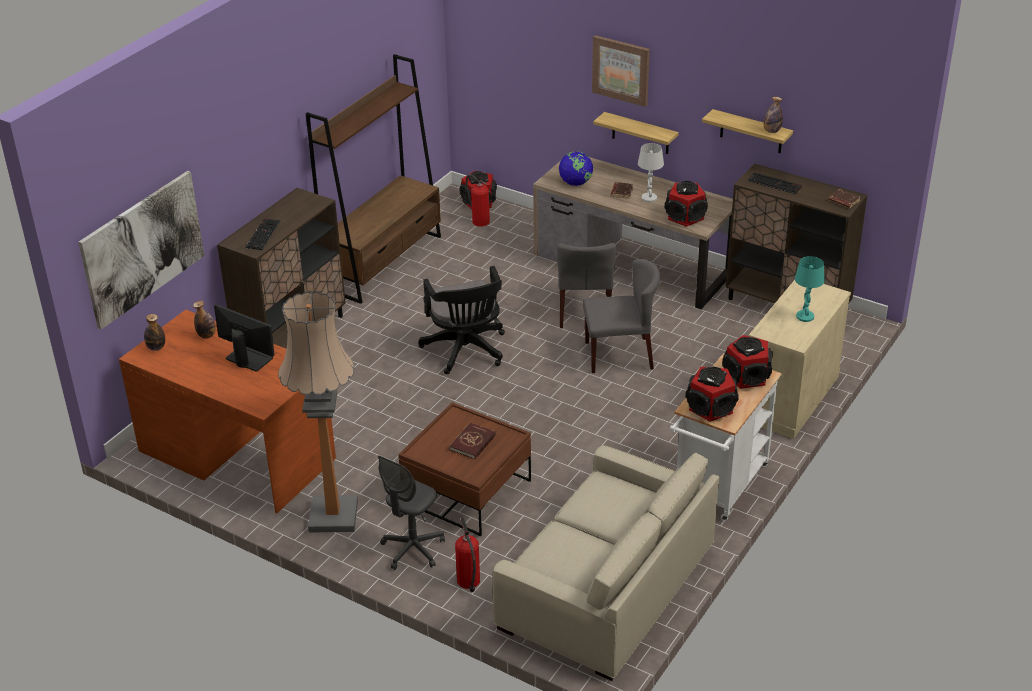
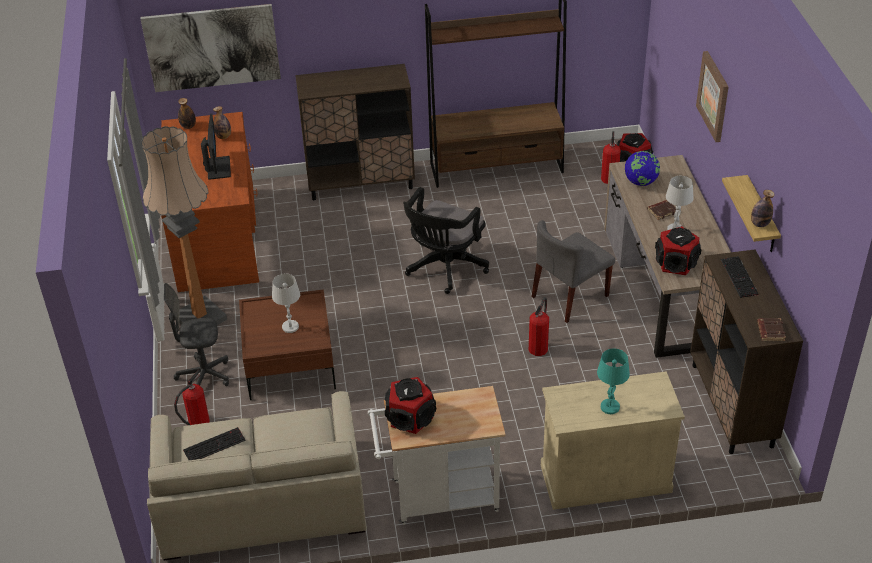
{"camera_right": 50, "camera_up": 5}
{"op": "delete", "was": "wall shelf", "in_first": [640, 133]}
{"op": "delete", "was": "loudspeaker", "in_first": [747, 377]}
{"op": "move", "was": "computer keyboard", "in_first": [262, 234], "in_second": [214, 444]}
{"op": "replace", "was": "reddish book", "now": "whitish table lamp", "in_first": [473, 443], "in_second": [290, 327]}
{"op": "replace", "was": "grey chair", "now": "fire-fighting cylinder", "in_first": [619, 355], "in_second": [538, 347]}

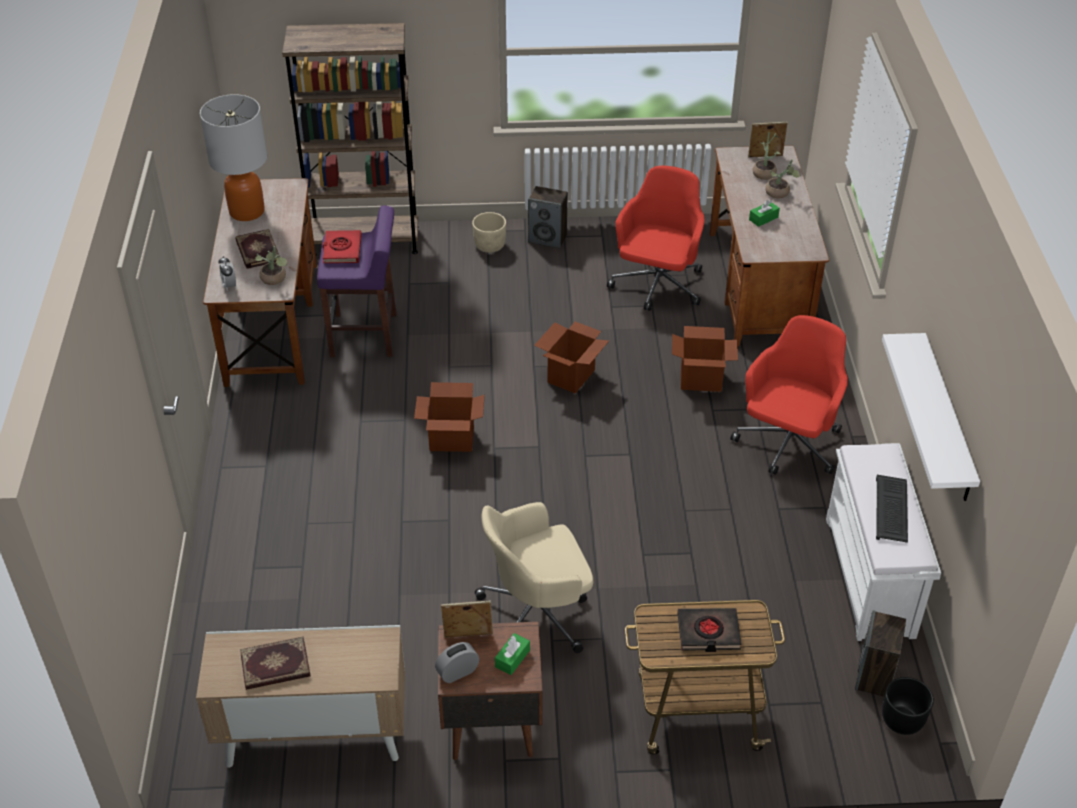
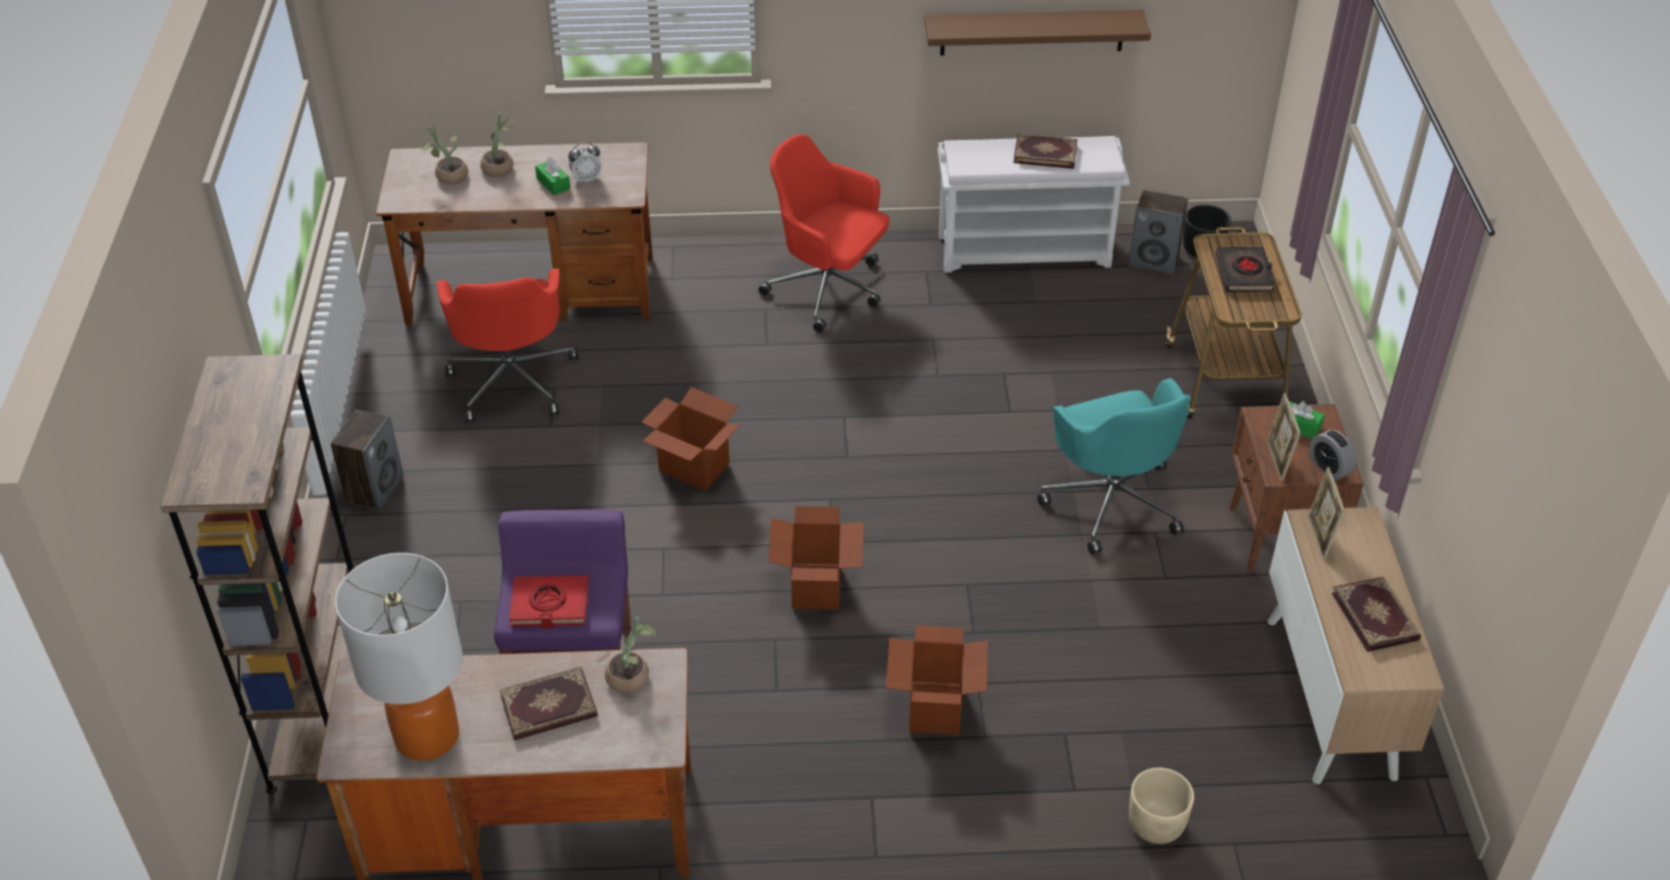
{"camera_right": -90, "camera_up": 0}
{"op": "move", "was": "bedside clock", "in_first": [229, 285], "in_second": [586, 178]}
{"op": "move", "was": "sand-coloured plant pot", "in_first": [490, 246], "in_second": [1156, 824]}
{"op": "move", "was": "packing box", "in_first": [701, 379], "in_second": [935, 708]}
{"op": "move", "was": "photo frame", "in_first": [765, 157], "in_second": [1319, 538]}
{"op": "replace", "was": "computer keyboard", "now": "book", "in_first": [892, 511], "in_second": [1045, 153]}
{"op": "recolor", "was": "sand-coloured computer chair", "now": "turquoise-coloured computer chair", "in_first": [537, 613], "in_second": [1111, 501]}
{"op": "recolor", "was": "whitish wall shelf", "now": "brown wall shelf", "in_first": [947, 419], "in_second": [1032, 32]}
{"op": "rotate", "was": "reddish computer chair", "in_first": [657, 286], "in_second": [513, 380], "clockwise": -120}

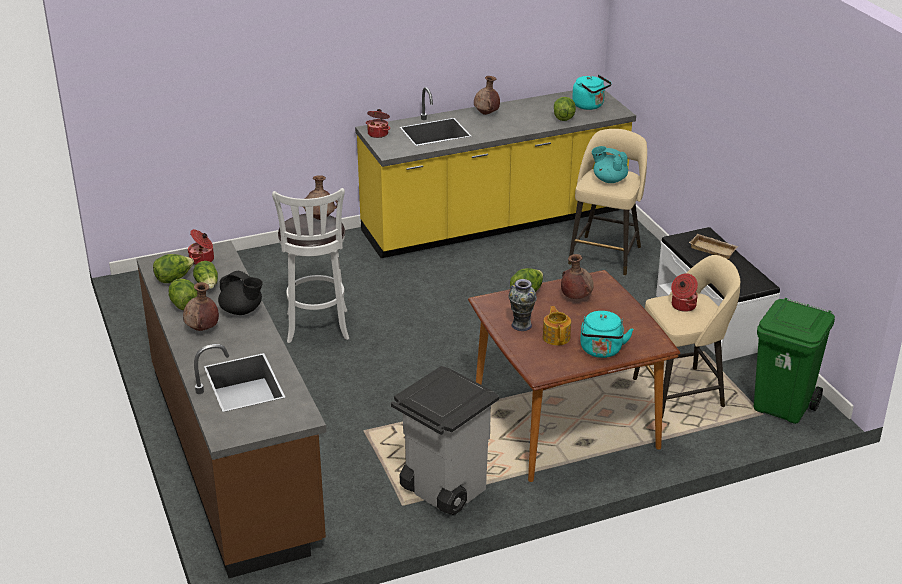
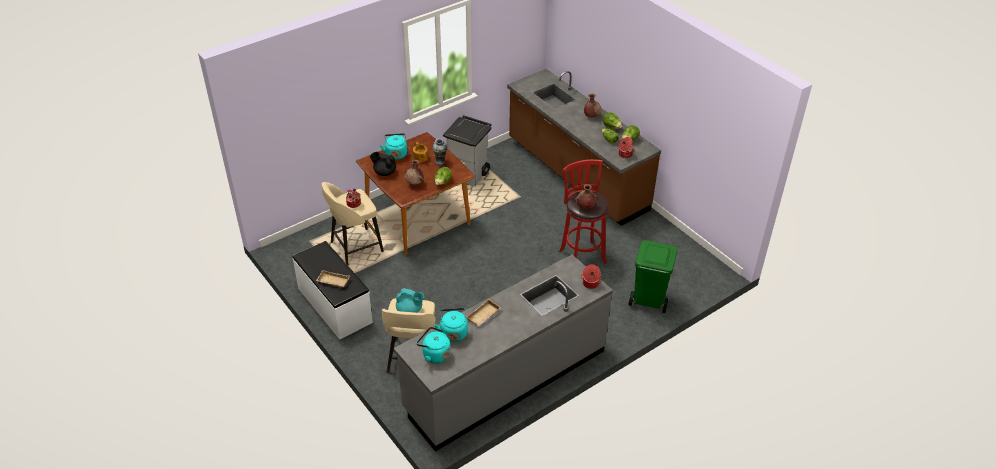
{"camera_right": 165, "camera_up": 10}
{"op": "delete", "was": "brown flower vase", "in_first": [486, 113]}
{"op": "insert", "now": "sand-coloured carrying tray", "in_second": [484, 316]}
{"op": "move", "was": "black-coloured teapot", "in_first": [242, 310], "in_second": [384, 172]}
{"op": "move", "was": "greenish trash can", "in_first": [783, 407], "in_second": [648, 300]}
{"op": "replace", "was": "head of lettuce", "now": "turquoise-coloured water kettle", "in_first": [564, 117], "in_second": [453, 332]}
{"op": "recolor", "was": "whitish stool seat", "now": "reddish stool seat", "in_first": [317, 328], "in_second": [581, 255]}
{"op": "recolor", "was": "yellowish kitchen base unit", "now": "grey kitchen base unit", "in_first": [494, 223], "in_second": [505, 379]}

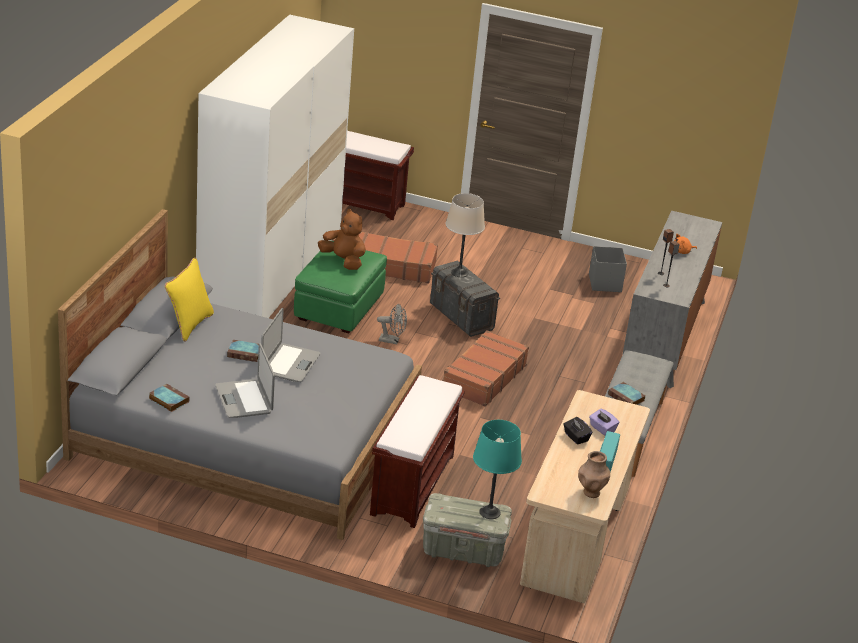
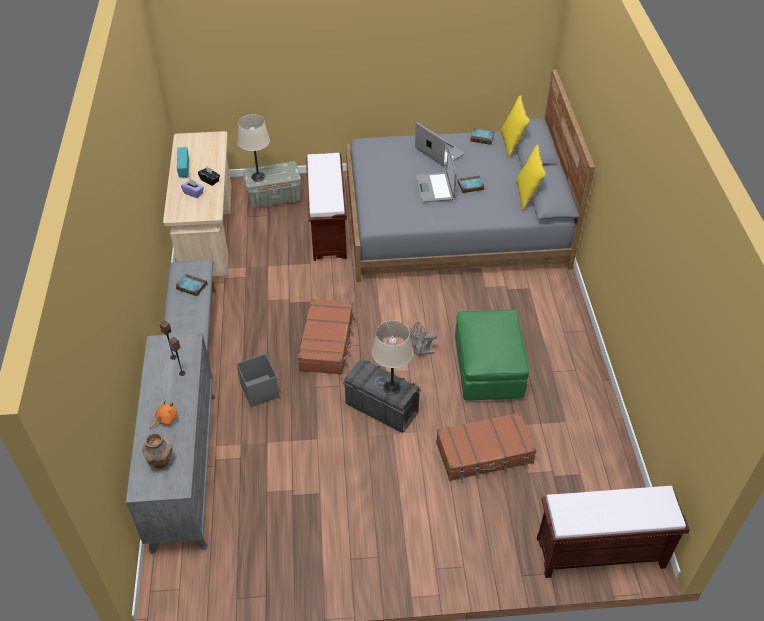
{"camera_right": 160, "camera_up": 15}
{"op": "delete", "was": "whitish armoire", "in_first": [271, 271]}
{"op": "delete", "was": "brown plush toy", "in_first": [343, 261]}
{"op": "insert", "now": "yellowish cushion", "in_second": [512, 144]}
{"op": "move", "was": "brown flower vase", "in_first": [591, 492], "in_second": [161, 462]}
{"op": "move", "was": "grey storage box", "in_first": [604, 283], "in_second": [260, 390]}
{"op": "recolor", "was": "turquoise-coloured table lamp", "now": "sand-coloured table lamp", "in_first": [489, 512], "in_second": [258, 177]}

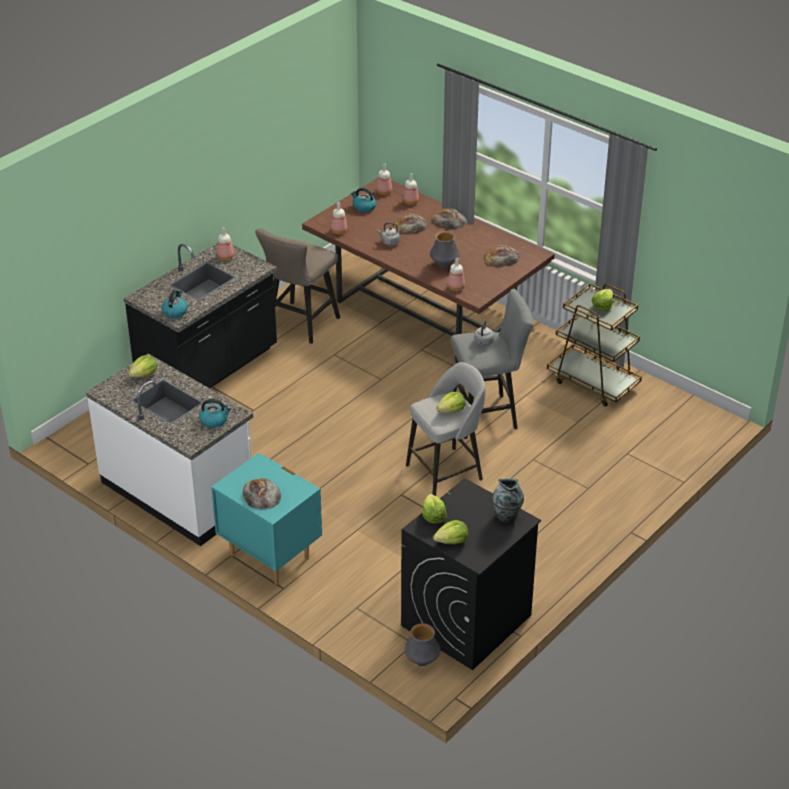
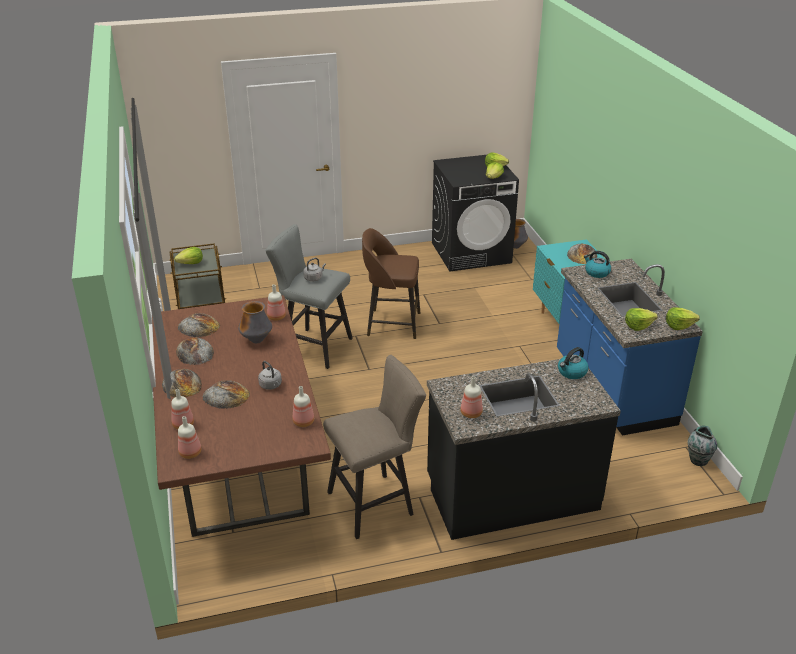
{"camera_right": -145, "camera_up": -5}
{"op": "delete", "was": "water kettle", "in_first": [364, 207]}
{"op": "insert", "now": "baked bread", "in_second": [194, 352]}
{"op": "move", "was": "head of lettuce", "in_first": [451, 410], "in_second": [679, 325]}
{"op": "move", "was": "flower vase", "in_first": [507, 516], "in_second": [698, 460]}
{"op": "recolor", "was": "whitish kitchen base unit", "now": "bluish kitchen base unit", "in_first": [178, 493], "in_second": [612, 389]}
{"op": "recolor", "was": "grey stool seat", "now": "brown stool seat", "in_first": [446, 472], "in_second": [391, 324]}

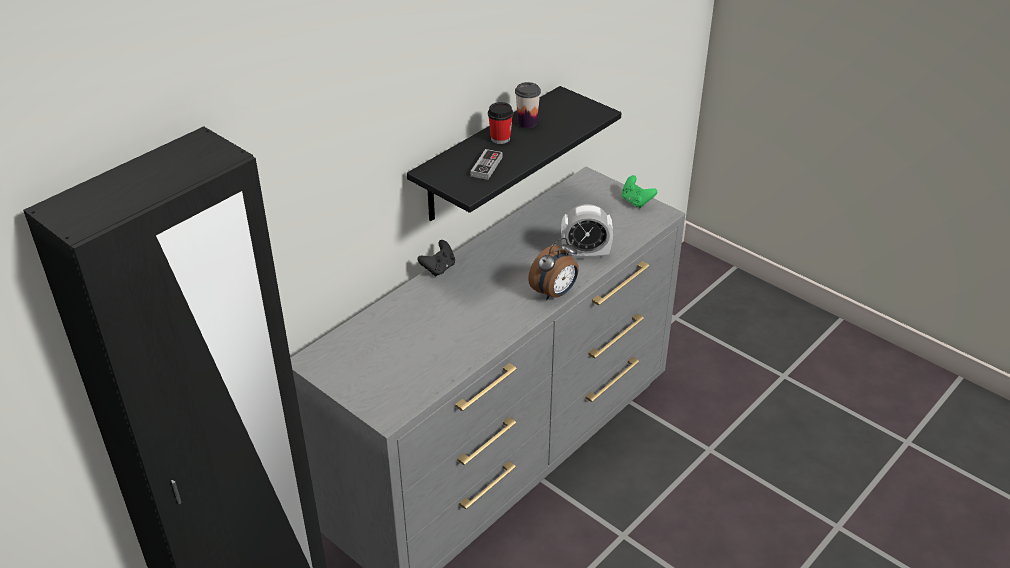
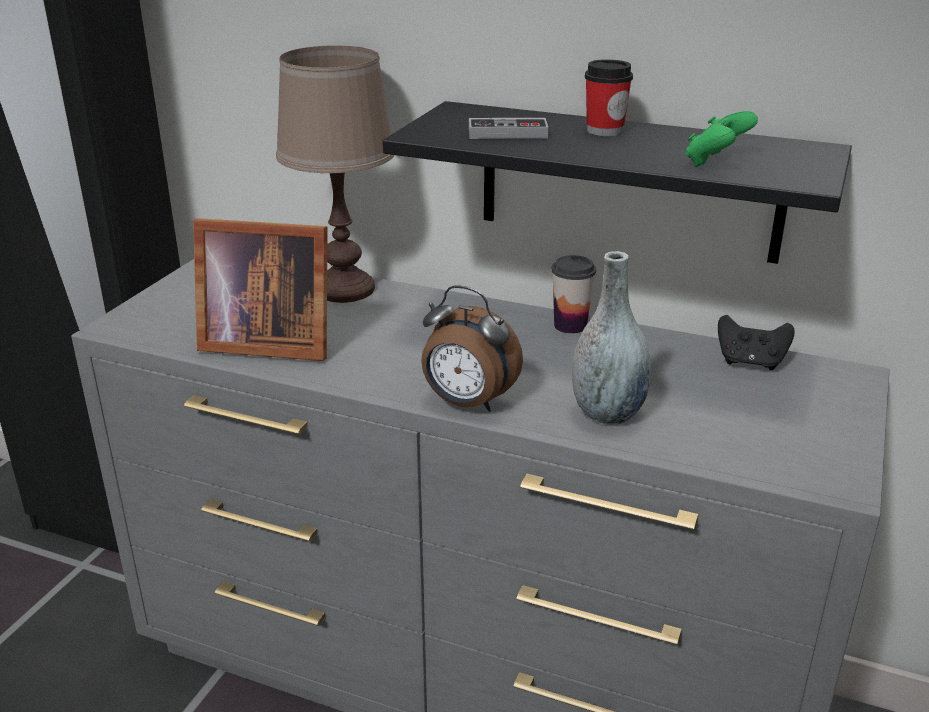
{"camera_right": 70, "camera_up": -10}
{"op": "insert", "now": "photo frame", "in_second": [265, 342]}
{"op": "insert", "now": "brown table lamp", "in_second": [343, 289]}
{"op": "move", "was": "black-coloured gamepad", "in_first": [439, 268], "in_second": [750, 362]}
{"op": "move", "was": "cup", "in_first": [527, 123], "in_second": [570, 325]}
{"op": "move", "was": "greenish gamepad", "in_first": [636, 201], "in_second": [715, 163]}
{"op": "replace", "was": "bedside clock", "now": "grey flower vase", "in_first": [585, 254], "in_second": [607, 414]}

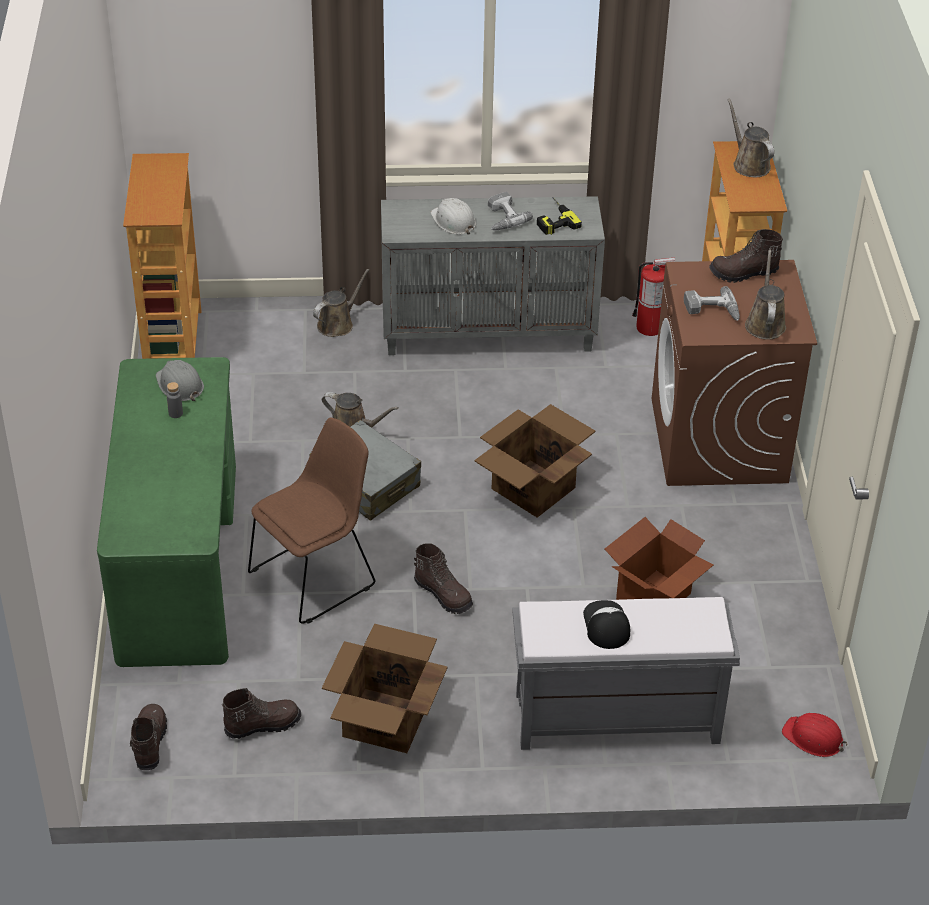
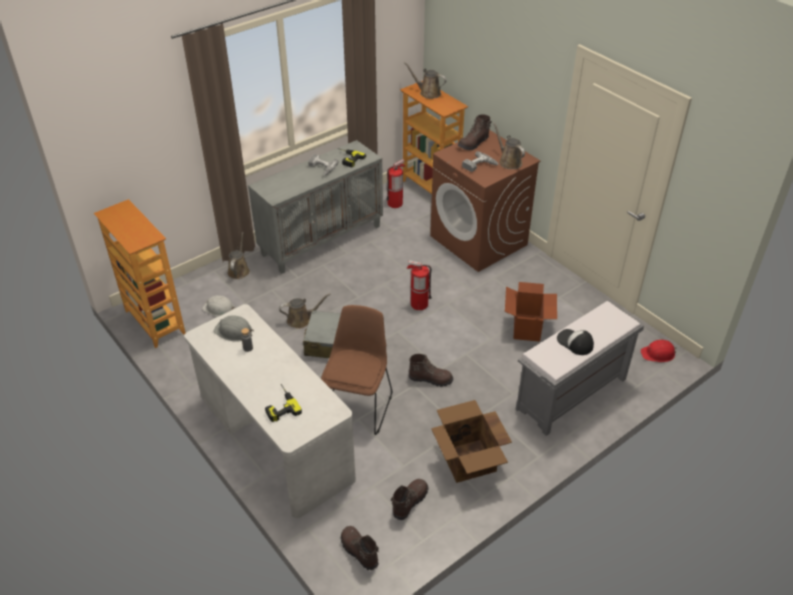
{"camera_right": -35, "camera_up": 0}
{"op": "insert", "now": "power drill", "in_second": [279, 405]}
{"op": "move", "was": "whitish safety helmet", "in_first": [453, 221], "in_second": [219, 308]}
{"op": "replace", "was": "packing box", "now": "fire-fighting cylinder", "in_first": [532, 488], "in_second": [419, 304]}
{"op": "recolor", "was": "greenish desk unit", "now": "whitish desk unit", "in_first": [178, 561], "in_second": [274, 439]}

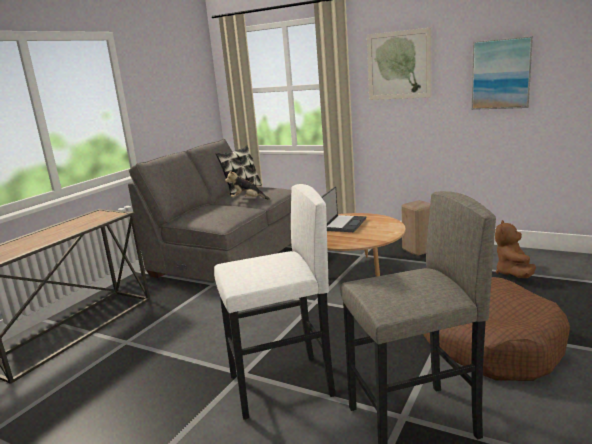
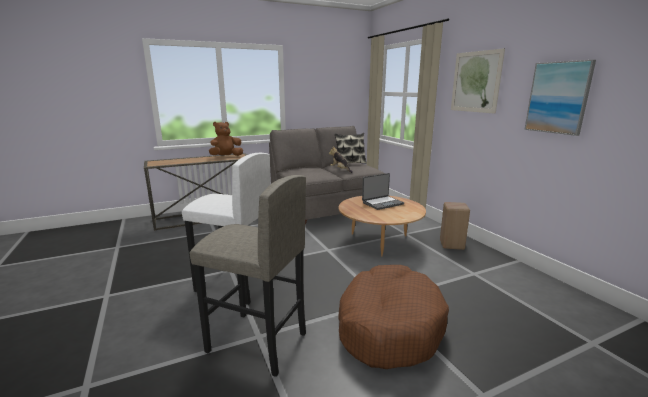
{"camera_right": 35, "camera_up": 0}
{"op": "move", "was": "brown plush toy", "in_first": [513, 273], "in_second": [226, 156]}

